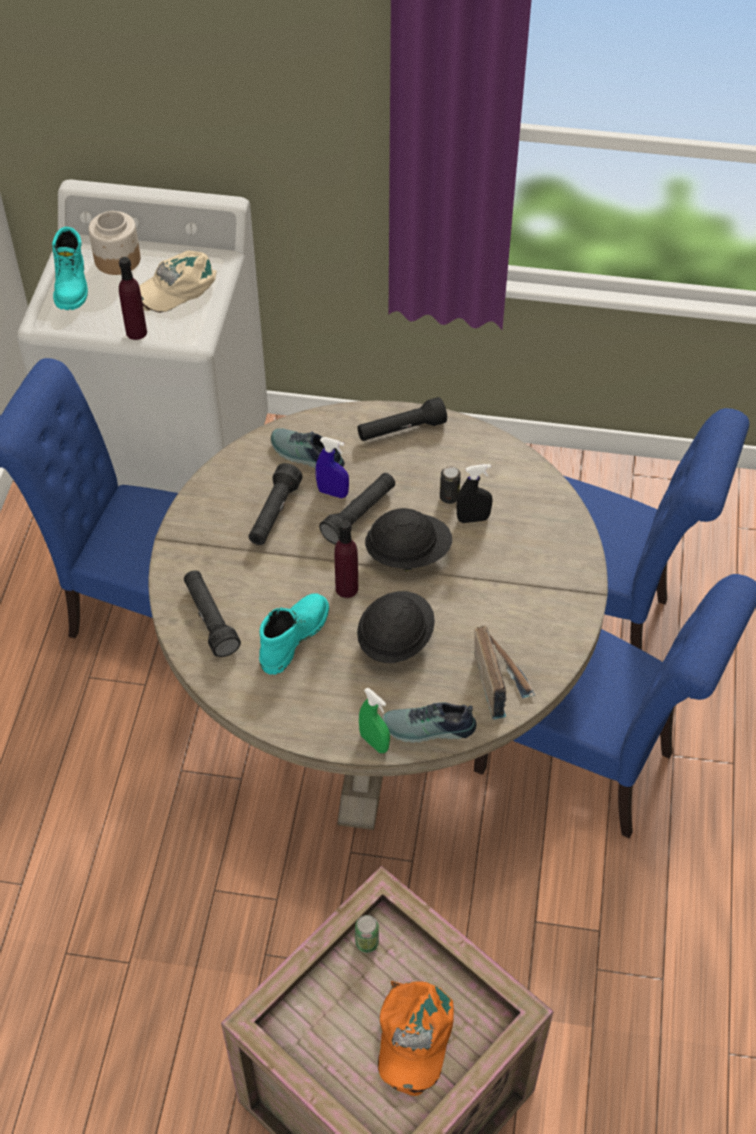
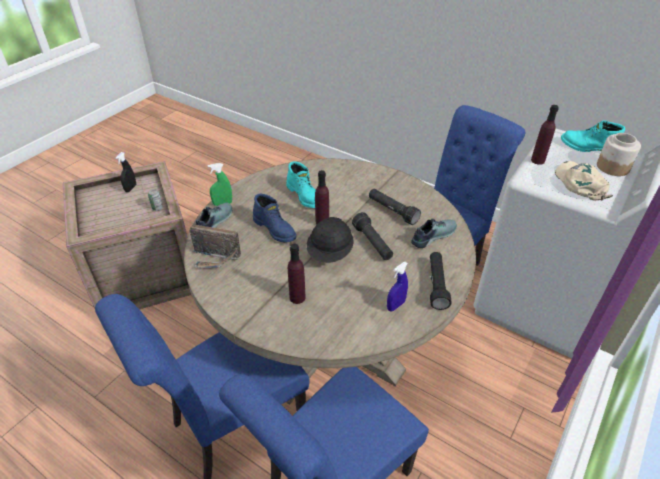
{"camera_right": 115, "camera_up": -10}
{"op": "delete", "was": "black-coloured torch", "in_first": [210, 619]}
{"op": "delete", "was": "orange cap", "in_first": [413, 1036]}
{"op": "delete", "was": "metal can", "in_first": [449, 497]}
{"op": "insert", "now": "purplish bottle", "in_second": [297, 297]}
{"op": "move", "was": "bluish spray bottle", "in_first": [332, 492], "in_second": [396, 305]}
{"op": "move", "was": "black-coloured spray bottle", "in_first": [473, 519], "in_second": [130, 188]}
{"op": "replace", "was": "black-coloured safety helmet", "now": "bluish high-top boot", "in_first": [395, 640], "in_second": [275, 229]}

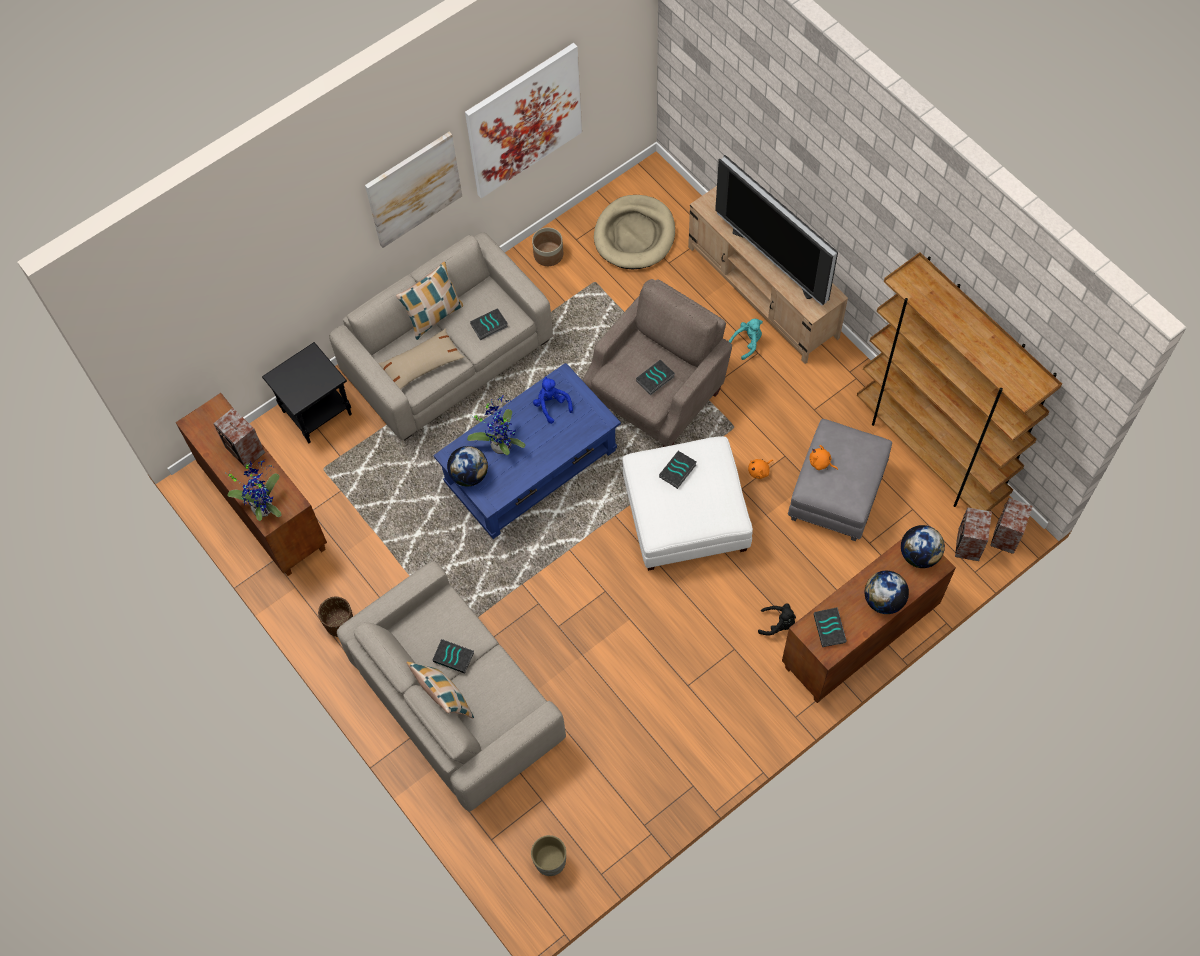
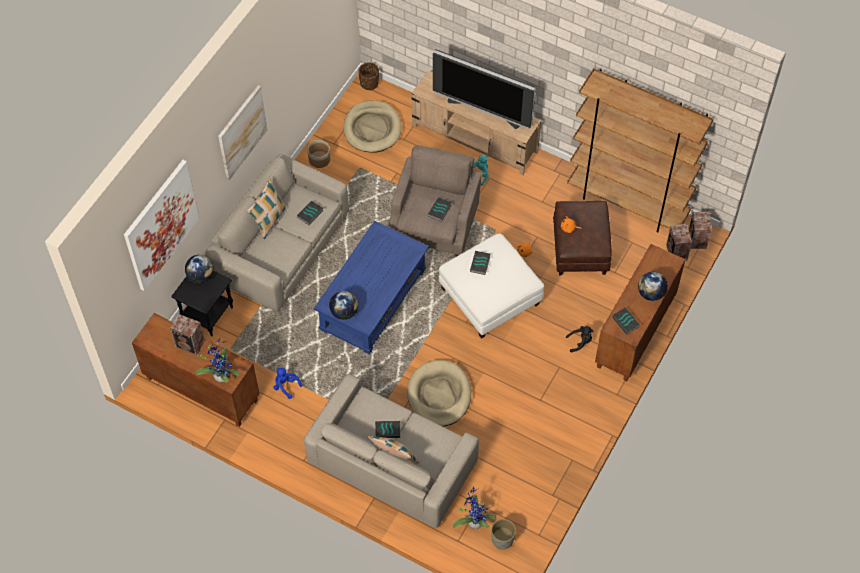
{"camera_right": -25, "camera_up": -5}
{"op": "delete", "was": "sand-coloured cushion", "in_first": [421, 365]}
{"op": "insert", "now": "sand-coloured pet bed", "in_second": [439, 395]}
{"op": "move", "was": "brown plant pot", "in_first": [339, 623], "in_second": [369, 83]}
{"op": "move", "was": "wall art", "in_first": [524, 120], "in_second": [161, 225]}
{"op": "move", "was": "houseplant", "in_first": [501, 444], "in_second": [474, 521]}
{"op": "move", "was": "bluish plush toy", "in_first": [552, 405], "in_second": [286, 386]}
{"op": "move", "was": "desk globe", "in_first": [919, 555], "in_second": [201, 276]}
{"op": "recolor", "was": "grey ottoman", "now": "brown ottoman", "in_first": [837, 494], "in_second": [581, 250]}

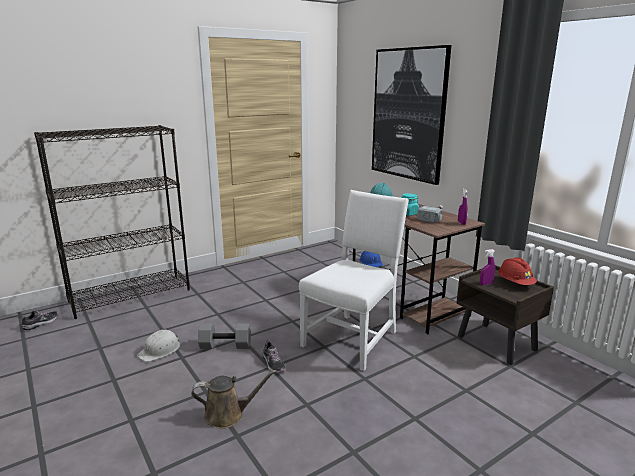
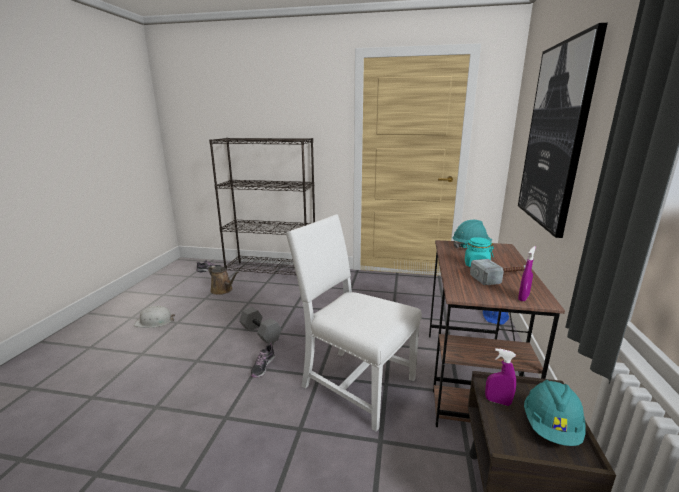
{"camera_right": 45, "camera_up": 0}
{"op": "move", "was": "whitish safety helmet", "in_first": [160, 350], "in_second": [154, 321]}
{"op": "move", "was": "brown sprinkling can", "in_first": [228, 415], "in_second": [223, 290]}
{"op": "recolor", "was": "reddish safety helmet", "now": "turquoise-coloured safety helmet", "in_first": [515, 283], "in_second": [551, 427]}
{"op": "rotate", "was": "whitish chair", "in_first": [353, 338], "in_second": [354, 383], "clockwise": -135}

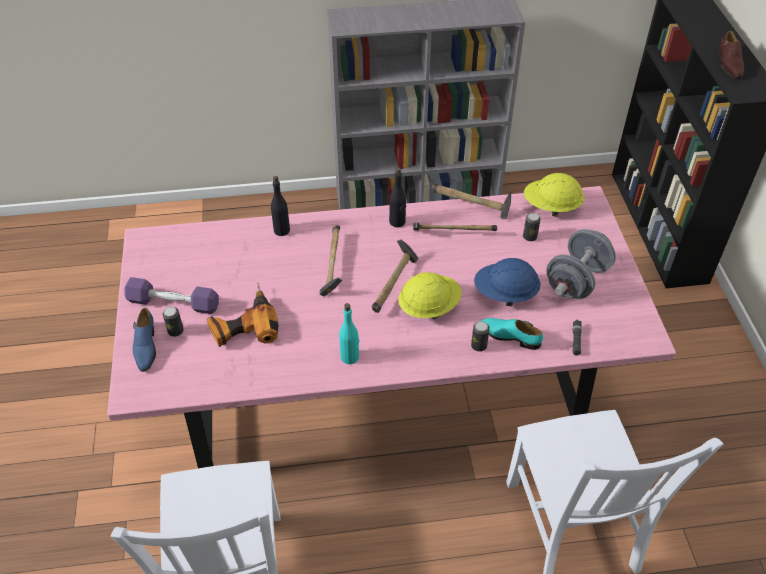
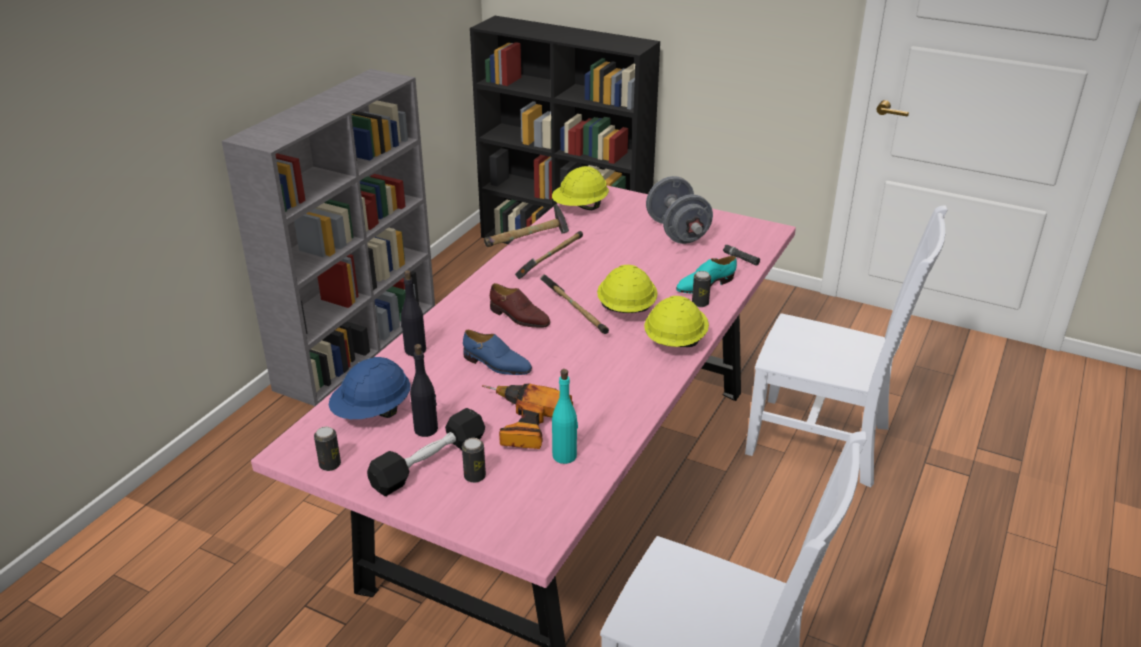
{"camera_right": -55, "camera_up": -15}
{"op": "delete", "was": "hammer", "in_first": [332, 267]}
{"op": "insert", "now": "yellowish safety helmet", "in_second": [674, 342]}
{"op": "move", "was": "bluish shoe", "in_first": [145, 347], "in_second": [497, 364]}
{"op": "move", "was": "turquoise-coloured bottle", "in_first": [350, 357], "in_second": [565, 456]}
{"op": "move", "was": "black-coloured bottle", "in_first": [397, 222], "in_second": [426, 429]}
{"op": "move", "was": "bluish safety helmet", "in_first": [505, 294], "in_second": [373, 412]}
{"op": "move", "was": "metal can", "in_first": [529, 237], "in_second": [330, 465]}
{"op": "move", "was": "brown shoe", "in_first": [729, 64], "in_second": [519, 317]}
{"op": "recolor", "was": "purplish dumbbell", "now": "black-coloured dumbbell", "in_first": [173, 303], "in_second": [428, 463]}

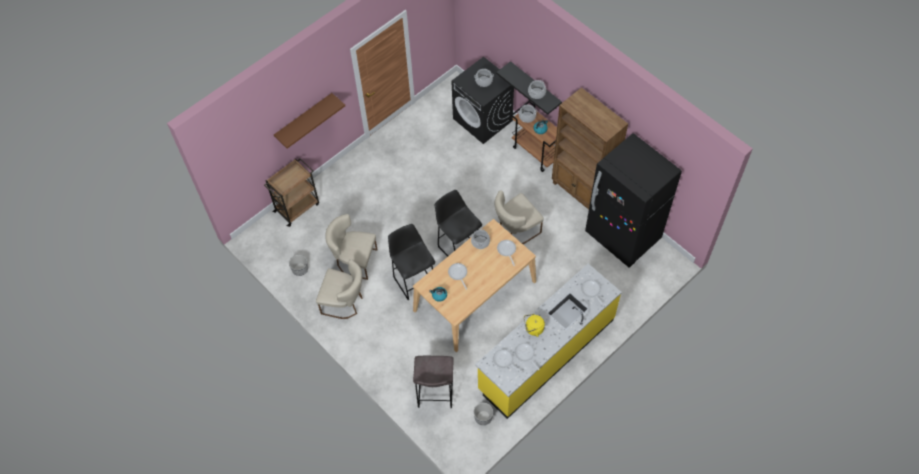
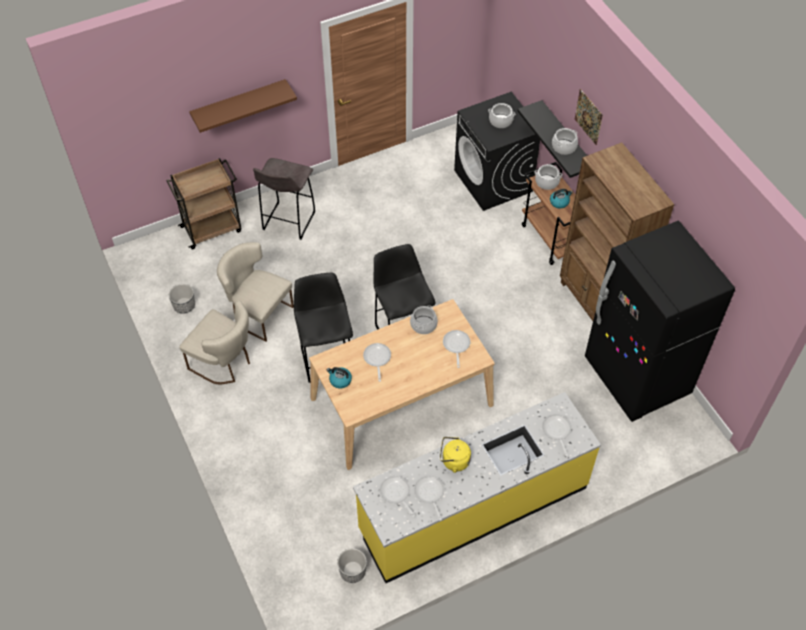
{"camera_right": 15, "camera_up": -5}
{"op": "delete", "was": "sand-coloured chair", "in_first": [515, 230]}
{"op": "insert", "now": "wall art", "in_second": [588, 117]}
{"op": "move", "was": "grey stool seat", "in_first": [435, 394], "in_second": [288, 222]}

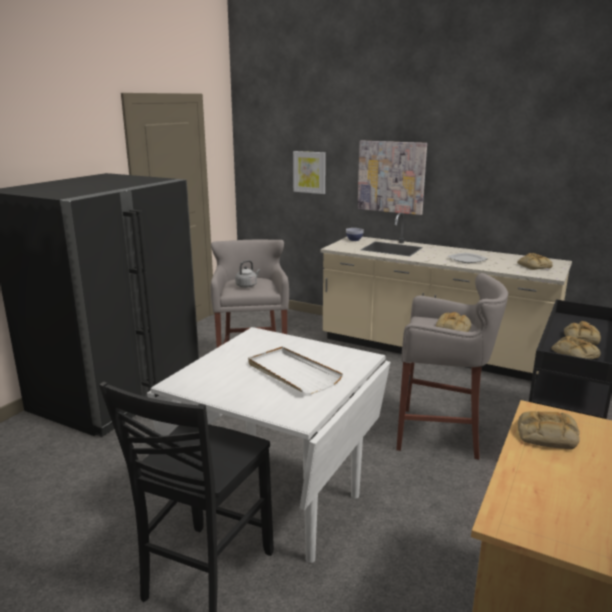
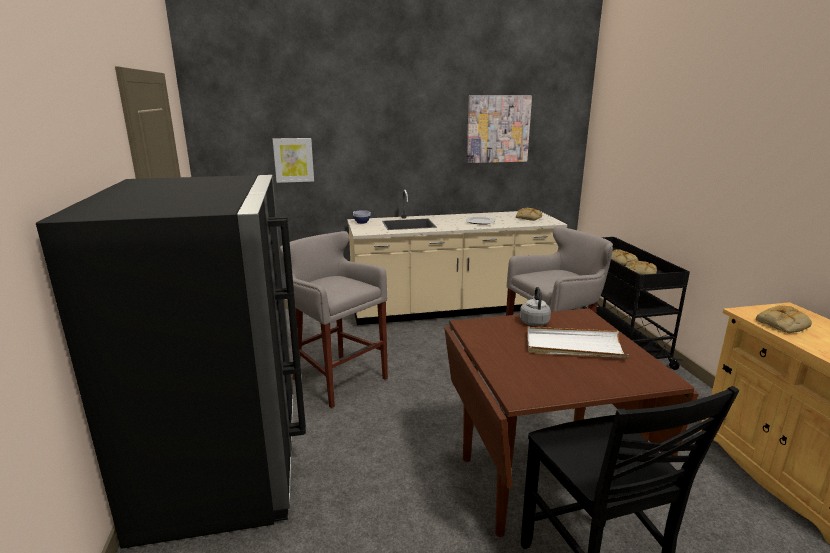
{"camera_right": -40, "camera_up": 0}
{"op": "delete", "was": "baked bread", "in_first": [453, 329]}
{"op": "move", "was": "grey water kettle", "in_first": [247, 285], "in_second": [534, 321]}
{"op": "move", "was": "wall art", "in_first": [391, 177], "in_second": [498, 129]}
{"op": "recolor", "was": "whitish dinner table", "now": "brown dinner table", "in_first": [277, 505], "in_second": [542, 484]}

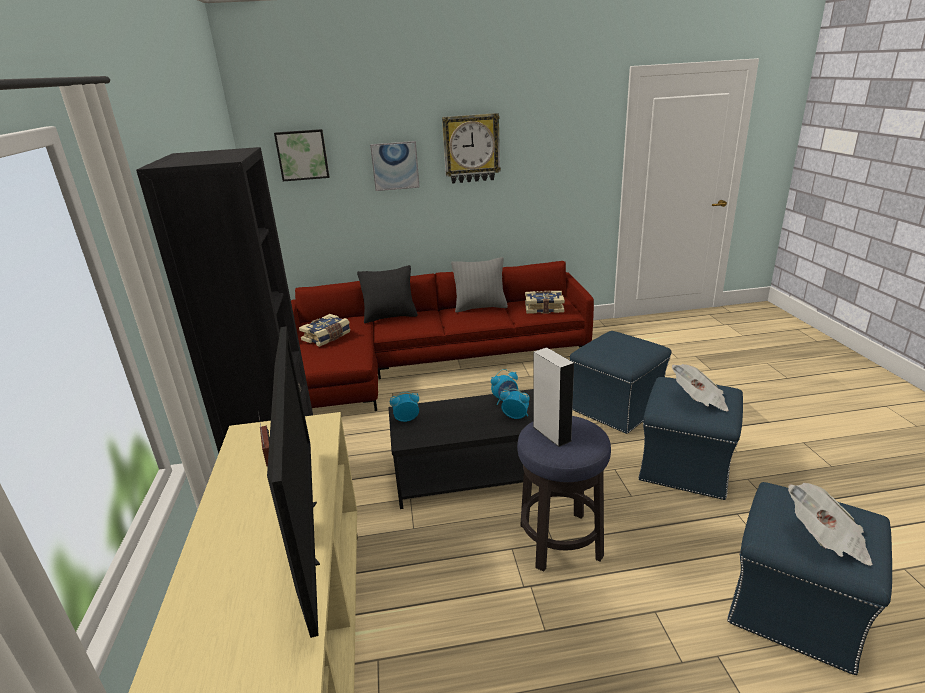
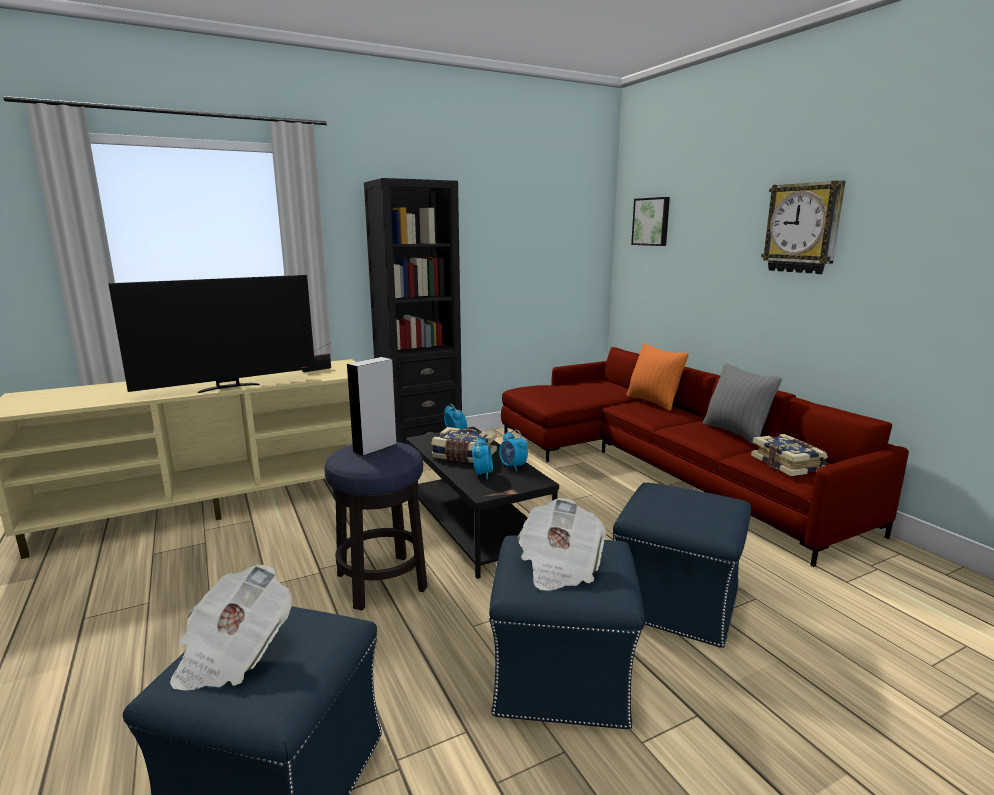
{"camera_right": 70, "camera_up": -10}
{"op": "delete", "was": "wall art", "in_first": [395, 166]}
{"op": "move", "was": "book", "in_first": [327, 337], "in_second": [464, 456]}
{"op": "recolor", "was": "black-coloured cushion", "now": "orange cushion", "in_first": [390, 317], "in_second": [653, 402]}

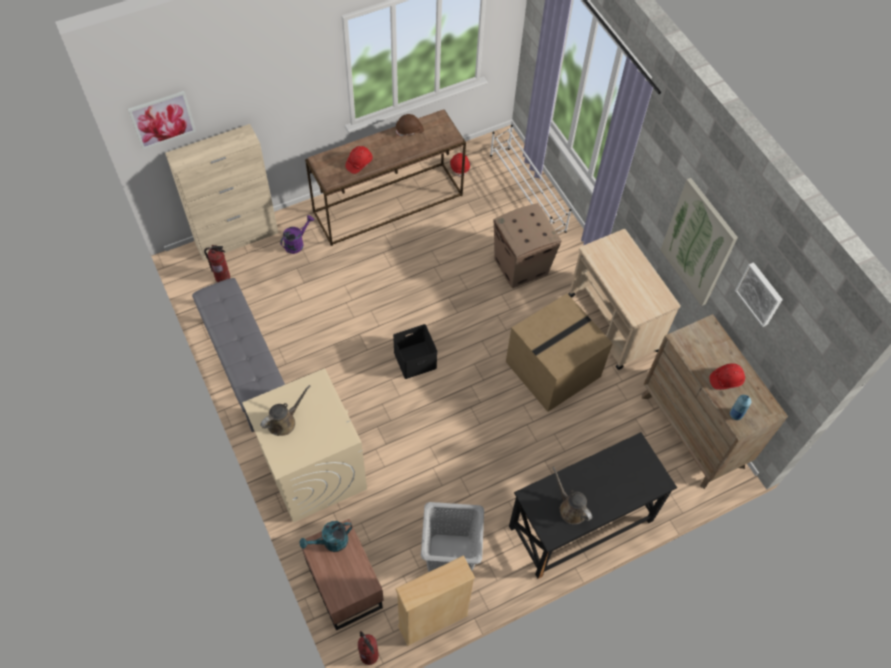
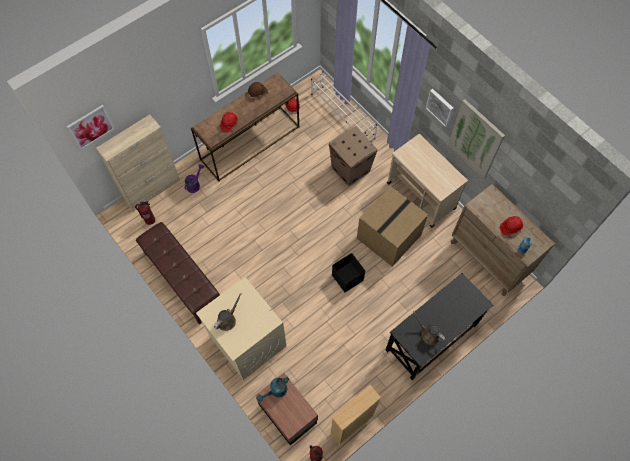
{"camera_right": -10, "camera_up": 5}
{"op": "delete", "was": "grey hamper", "in_first": [450, 555]}
{"op": "move", "was": "black-coloured storage box", "in_first": [414, 360], "in_second": [347, 278]}
{"op": "move", "was": "wall art", "in_first": [760, 293], "in_second": [440, 107]}
{"op": "recolor", "was": "grey indoor bench", "now": "brown indoor bench", "in_first": [245, 366], "in_second": [182, 279]}

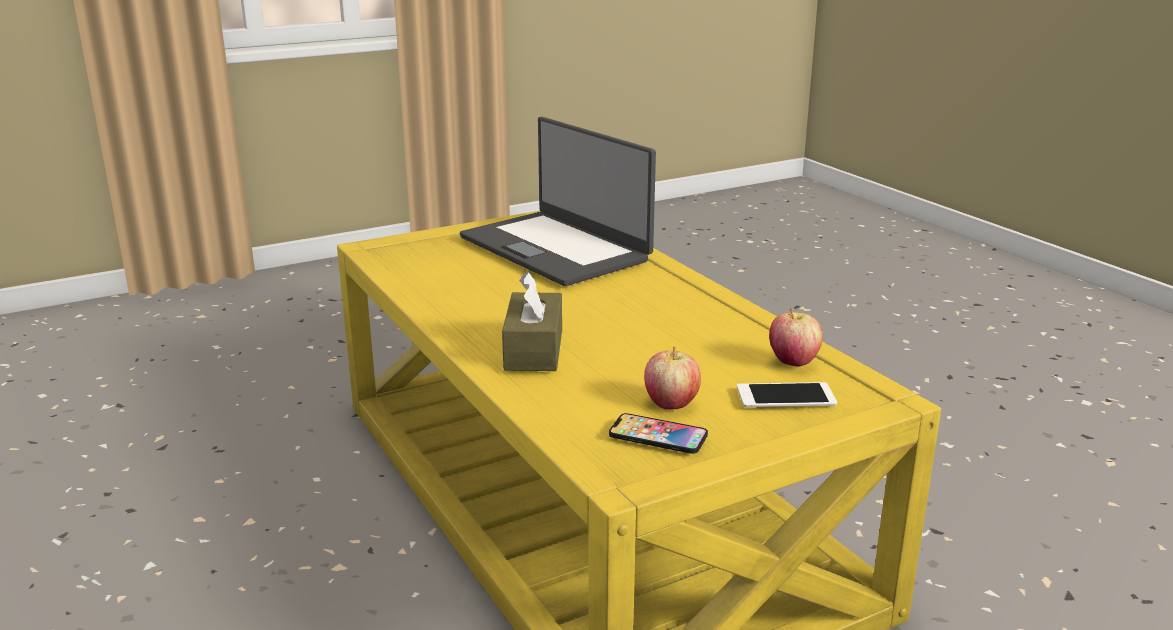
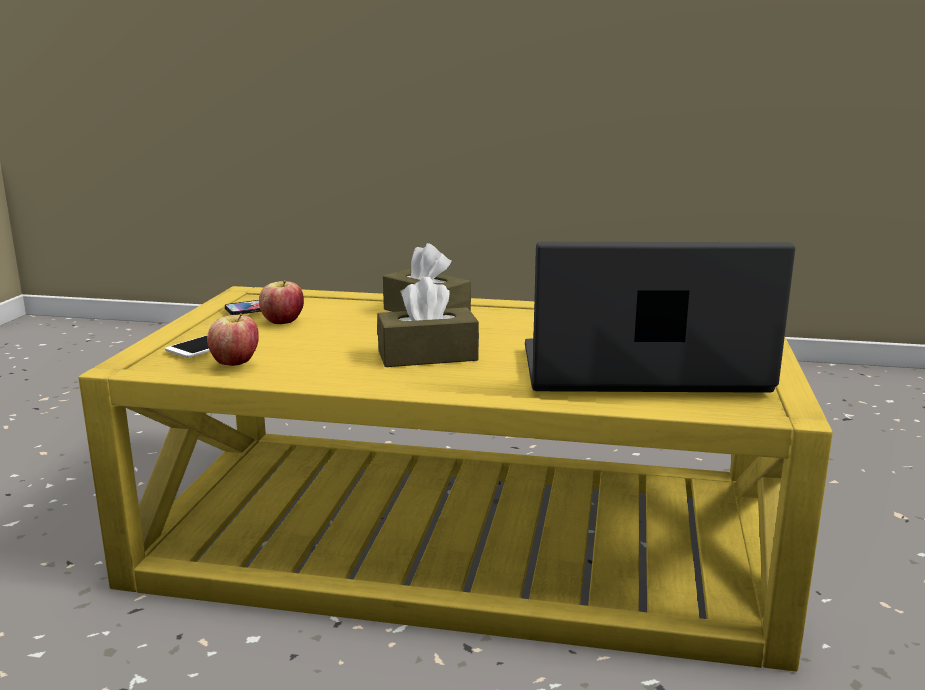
{"camera_right": 130, "camera_up": -5}
{"op": "insert", "now": "brown tissue holder", "in_second": [427, 356]}

